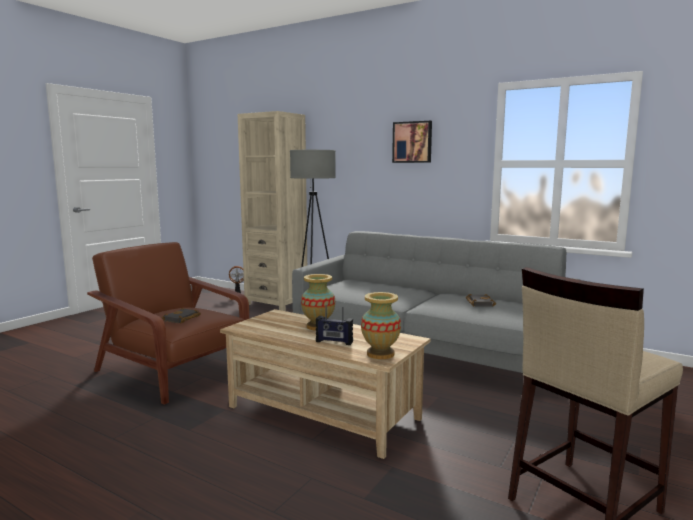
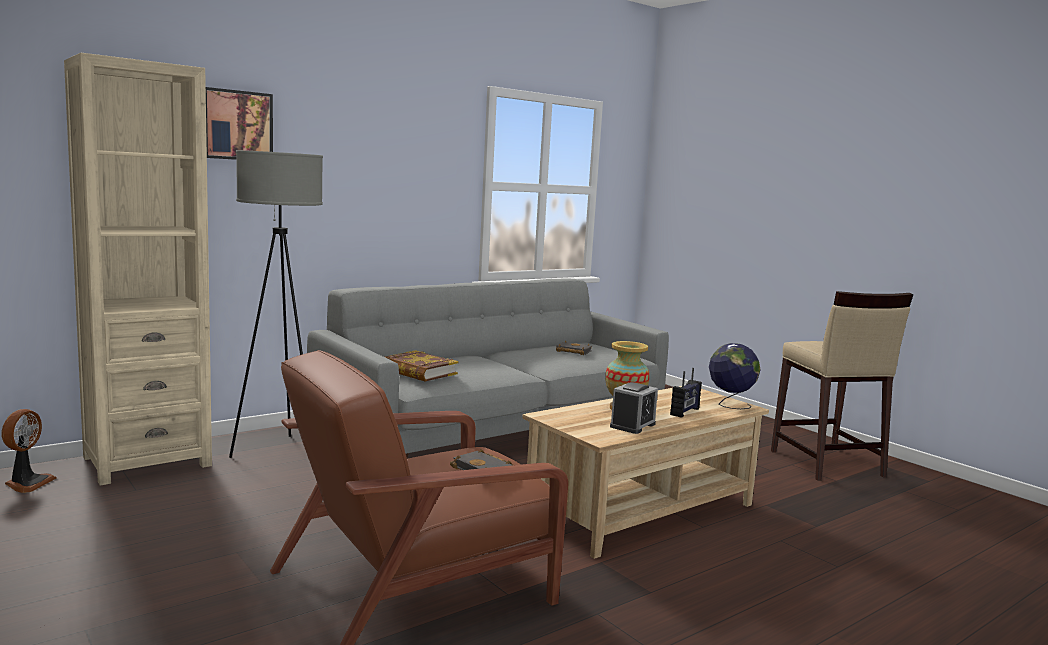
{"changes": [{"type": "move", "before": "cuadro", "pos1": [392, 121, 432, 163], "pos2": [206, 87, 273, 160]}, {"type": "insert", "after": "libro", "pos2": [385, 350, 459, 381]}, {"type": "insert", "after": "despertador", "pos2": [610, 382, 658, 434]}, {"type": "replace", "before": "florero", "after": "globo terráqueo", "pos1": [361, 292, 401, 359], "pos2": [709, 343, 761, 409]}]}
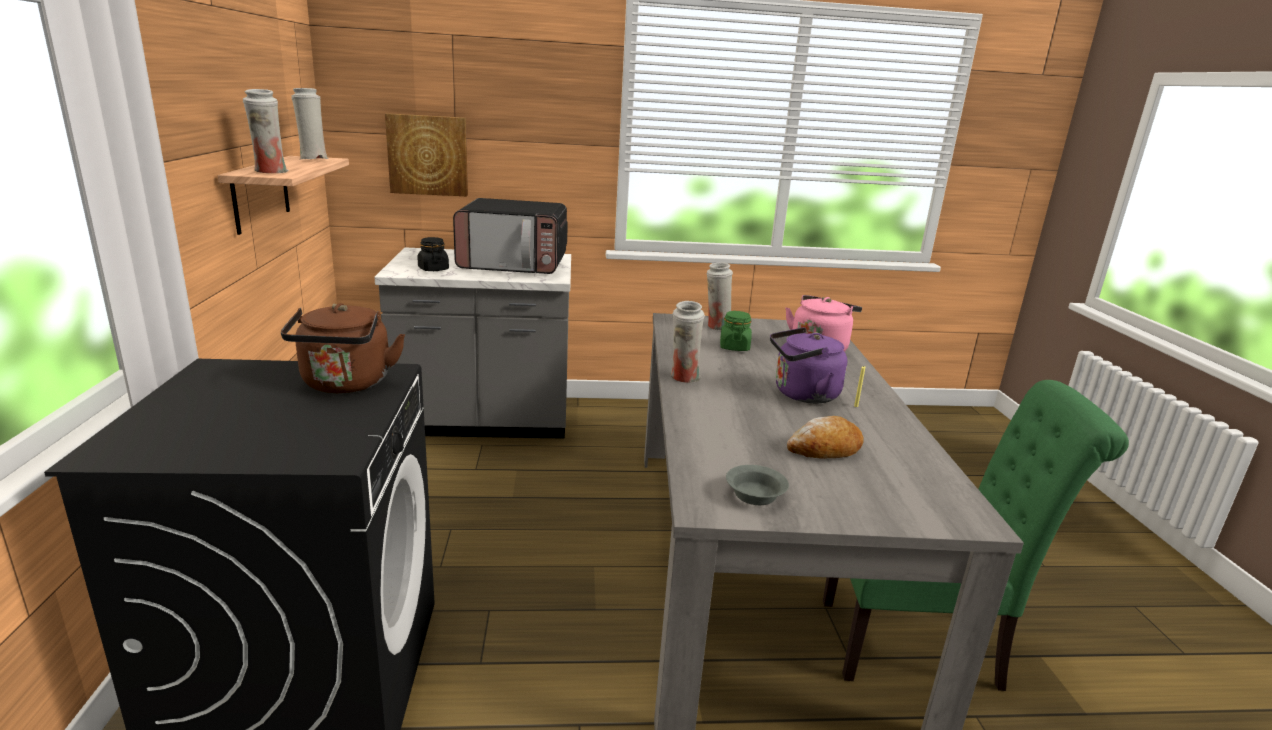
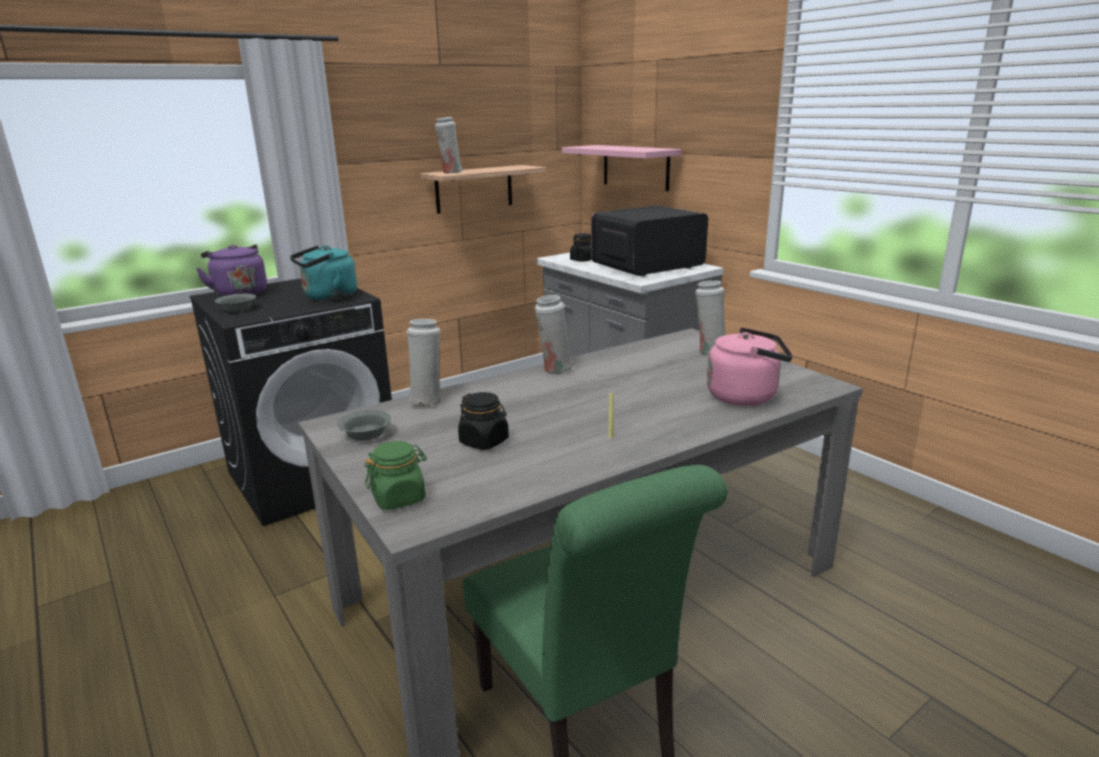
{"changes": [{"type": "move", "before": "hervidor/morado", "pos1": [770, 327, 848, 403], "pos2": [196, 244, 267, 297]}, {"type": "insert", "after": "cuenco/gris", "pos2": [215, 294, 256, 312]}, {"type": "recolor", "before": "hervidor/marrón", "after": "hervidor/turquesa", "pos1": [281, 303, 405, 393], "pos2": [290, 245, 357, 301]}, {"type": "move", "before": "tarro/verde", "pos1": [720, 311, 752, 351], "pos2": [365, 441, 427, 510]}, {"type": "move", "before": "florero/blanco", "pos1": [291, 88, 328, 159], "pos2": [406, 319, 441, 407]}, {"type": "replace", "before": "pan", "after": "tarro/negro", "pos1": [787, 416, 864, 459], "pos2": [458, 392, 509, 450]}, {"type": "replace", "before": "cuadro", "after": "estante/rosa", "pos1": [385, 113, 468, 196], "pos2": [562, 145, 682, 191]}, {"type": "rotate", "before": "microondas", "pos1": [453, 198, 568, 274], "pos2": [591, 205, 708, 276], "turn": 90}]}
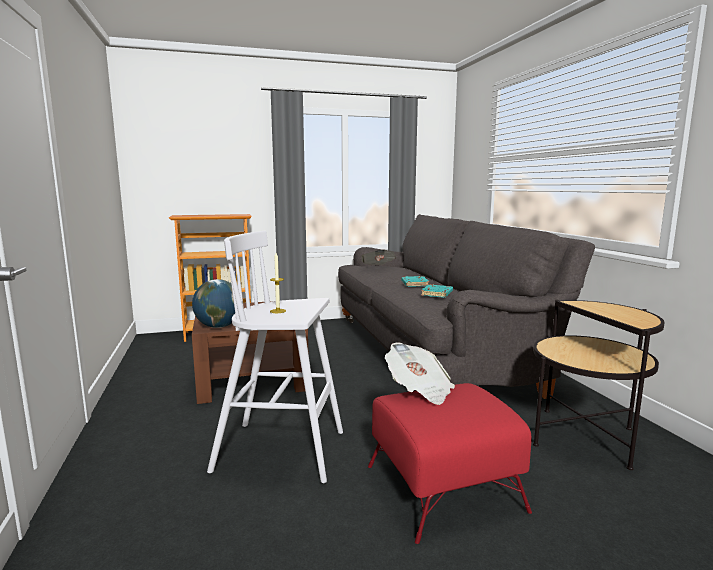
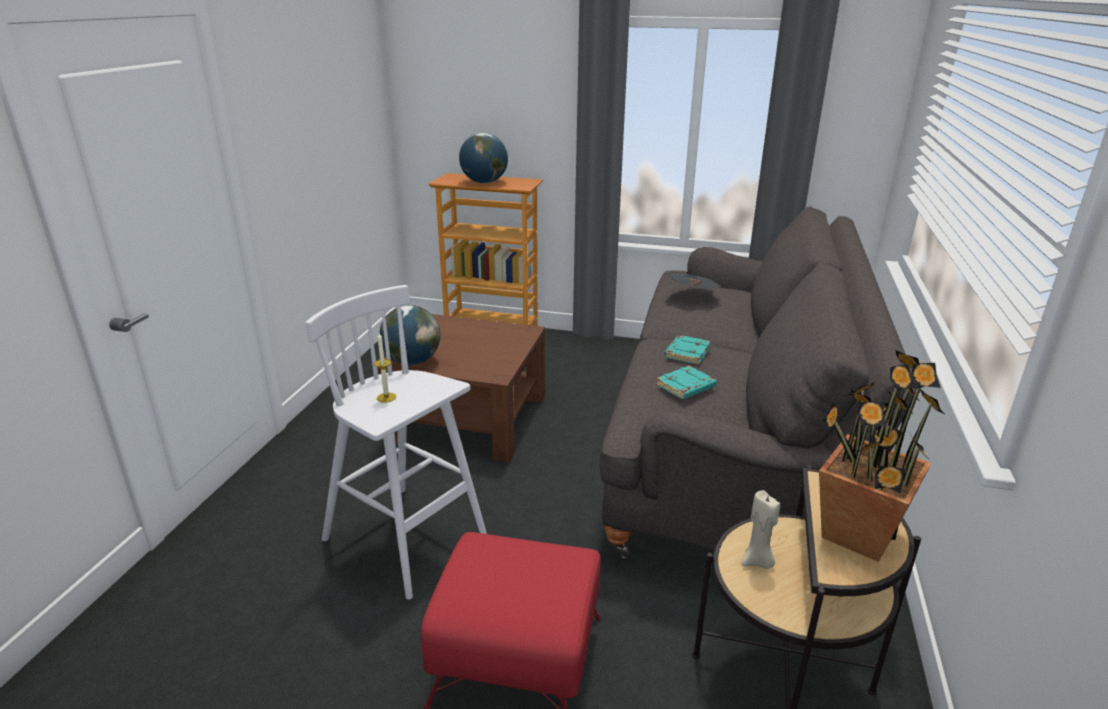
{"changes": [{"type": "insert", "after": "globo terráqueo", "pos2": [459, 133, 508, 183]}, {"type": "insert", "after": "vela/beis", "pos2": [742, 490, 780, 569]}, {"type": "insert", "after": "planta en maceta", "pos2": [819, 350, 944, 562]}, {"type": "delete", "before": "periódico", "pos1": [385, 342, 455, 405]}]}
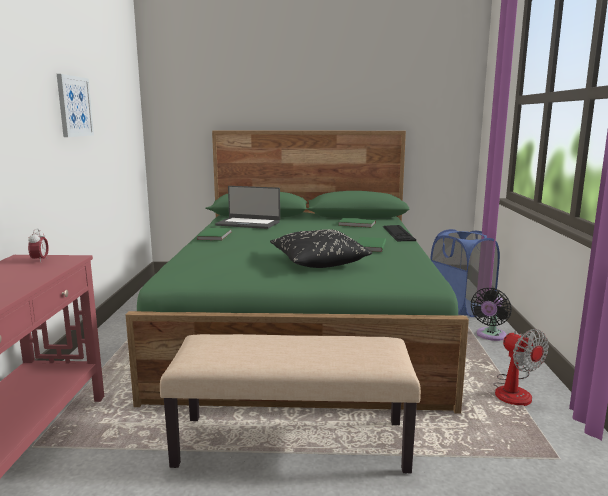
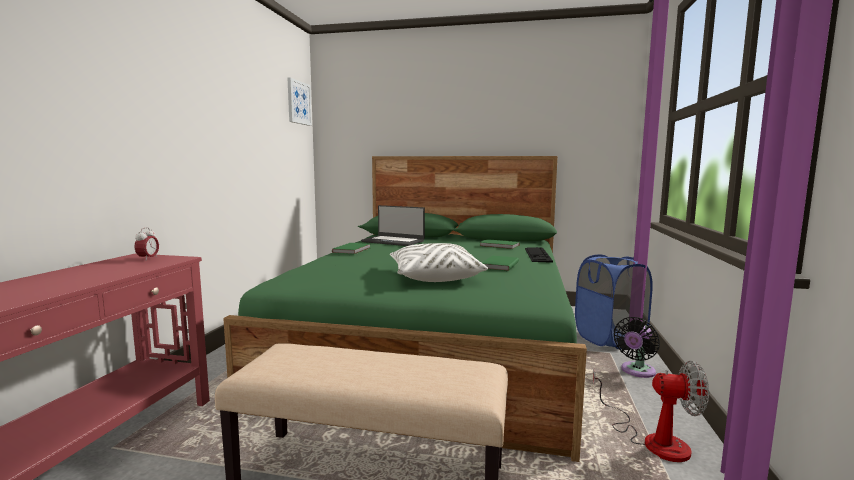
{"changes": [{"type": "move", "before": "cuadro", "pos1": [57, 74, 94, 137], "pos2": [287, 77, 312, 126]}, {"type": "recolor", "before": "cojín/negro", "after": "cojín/blanco", "pos1": [270, 229, 372, 268], "pos2": [390, 243, 488, 282]}, {"type": "rotate", "before": "ventilador", "pos1": [493, 329, 549, 406], "pos2": [593, 361, 709, 462], "turn": -60}]}
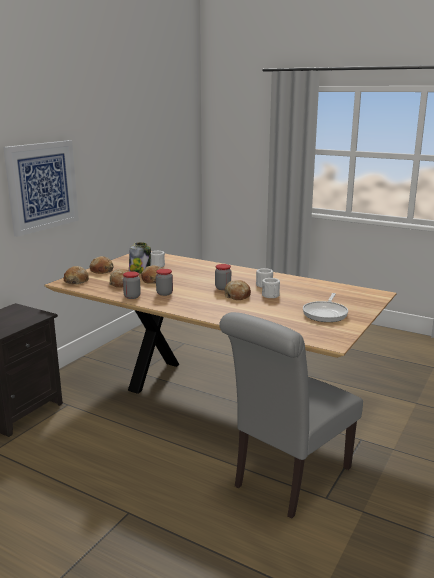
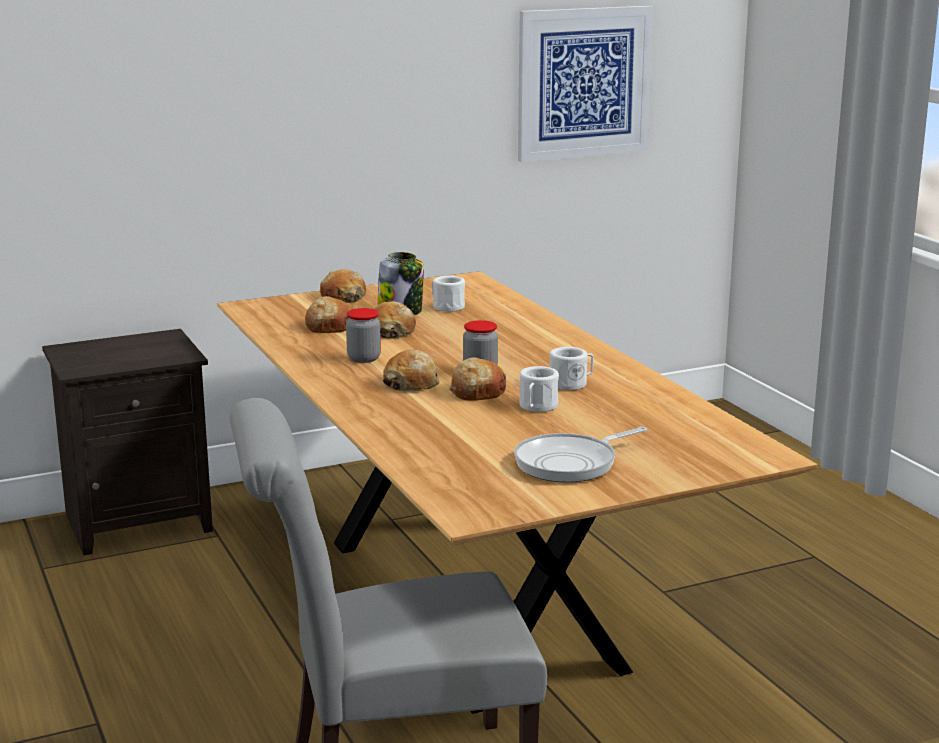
{"changes": [{"type": "move", "before": "pan", "pos1": [64, 266, 89, 284], "pos2": [383, 350, 440, 391]}, {"type": "move", "before": "cuadro", "pos1": [3, 140, 79, 237], "pos2": [518, 6, 653, 162]}, {"type": "delete", "before": "tarro", "pos1": [123, 271, 141, 299]}]}
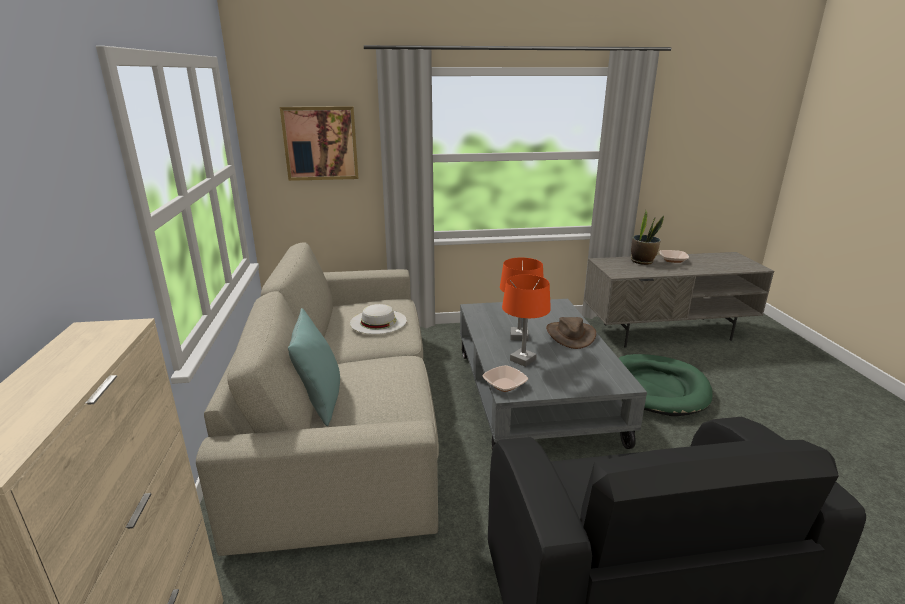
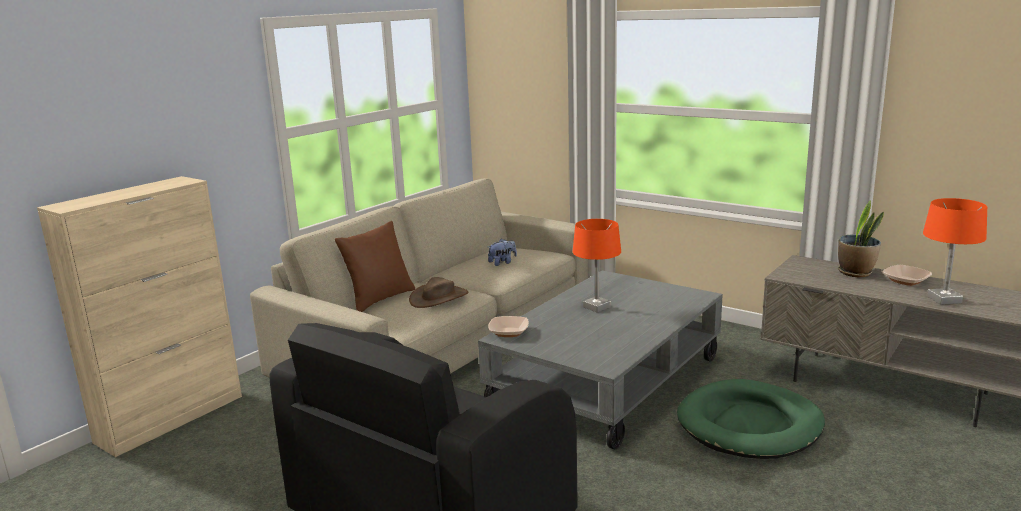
{"changes": [{"type": "recolor", "before": "cojín/turquesa", "after": "cojín/marrón", "pos1": [288, 308, 340, 426], "pos2": [335, 221, 415, 312]}, {"type": "move", "before": "sombrero/marrón", "pos1": [546, 317, 596, 349], "pos2": [409, 277, 468, 308]}, {"type": "replace", "before": "sombrero/blanco", "after": "peluche", "pos1": [350, 304, 407, 334], "pos2": [488, 239, 517, 266]}, {"type": "move", "before": "lámpara de mesa/naranja", "pos1": [502, 274, 551, 367], "pos2": [923, 198, 987, 305]}, {"type": "delete", "before": "cuadro", "pos1": [280, 106, 358, 181]}]}
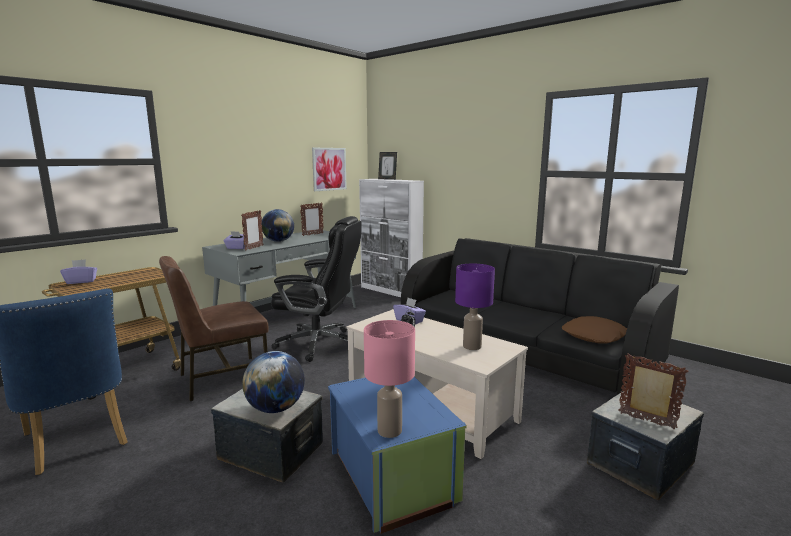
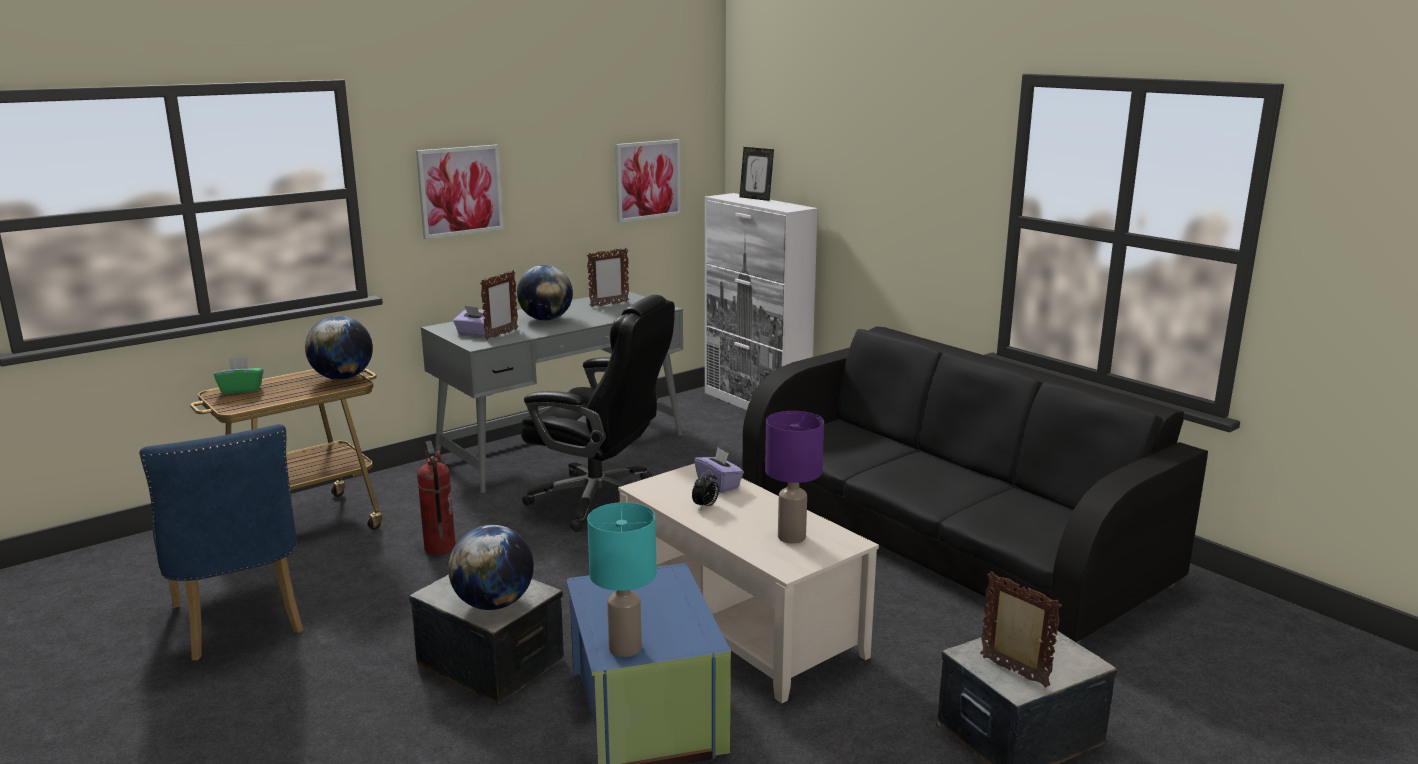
{"changes": [{"type": "recolor", "before": "caja de pañuelos/morado", "after": "caja de pañuelos/verde", "pos1": [60, 259, 97, 284], "pos2": [214, 357, 264, 394]}, {"type": "insert", "after": "globo terráqueo", "pos2": [305, 316, 373, 380]}, {"type": "insert", "after": "cuadro", "pos2": [416, 145, 504, 239]}, {"type": "replace", "before": "silla/marrón", "after": "extintor", "pos1": [159, 256, 269, 401], "pos2": [417, 441, 456, 555]}, {"type": "recolor", "before": "lámpara de mesa/rosa", "after": "lámpara de mesa/turquesa", "pos1": [364, 320, 415, 438], "pos2": [587, 502, 656, 657]}, {"type": "delete", "before": "cojín/marrón", "pos1": [562, 316, 627, 344]}]}
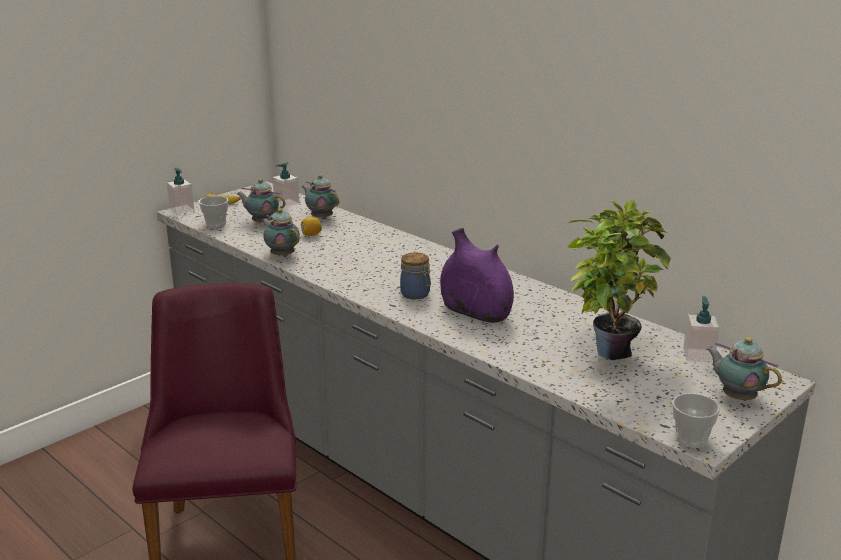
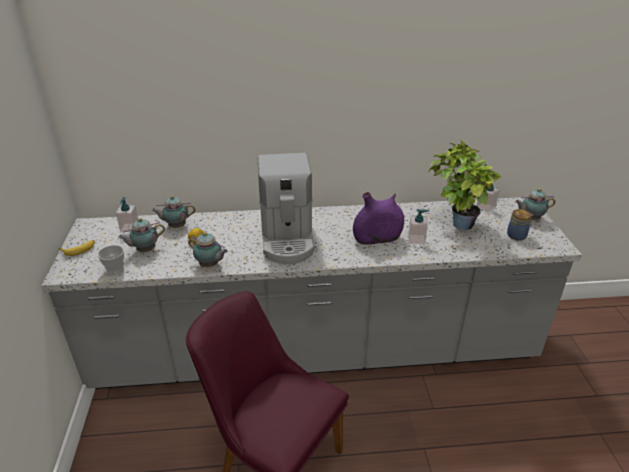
{"changes": [{"type": "rotate", "before": "tetera", "pos1": [261, 208, 300, 257], "pos2": [188, 232, 228, 267], "turn": -150}, {"type": "insert", "after": "cafetera", "pos2": [258, 153, 315, 264]}, {"type": "move", "before": "dispensador de jabón", "pos1": [166, 168, 194, 214], "pos2": [408, 209, 429, 244]}, {"type": "move", "before": "tarro", "pos1": [400, 253, 431, 299], "pos2": [507, 209, 533, 240]}, {"type": "delete", "before": "taza", "pos1": [673, 393, 720, 448]}]}
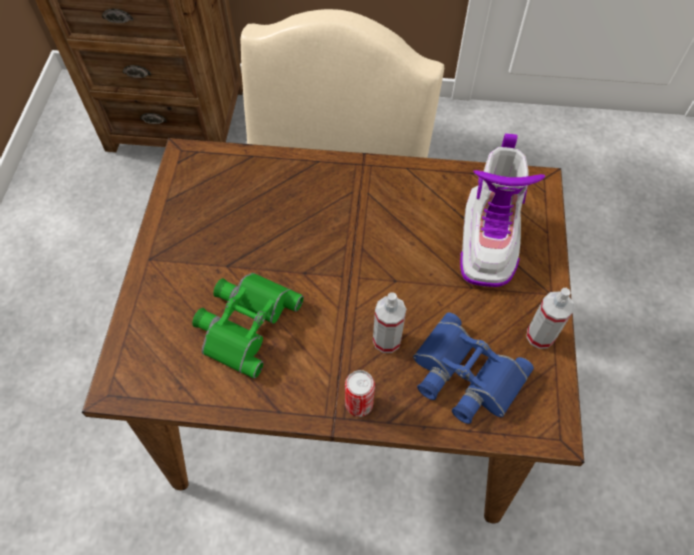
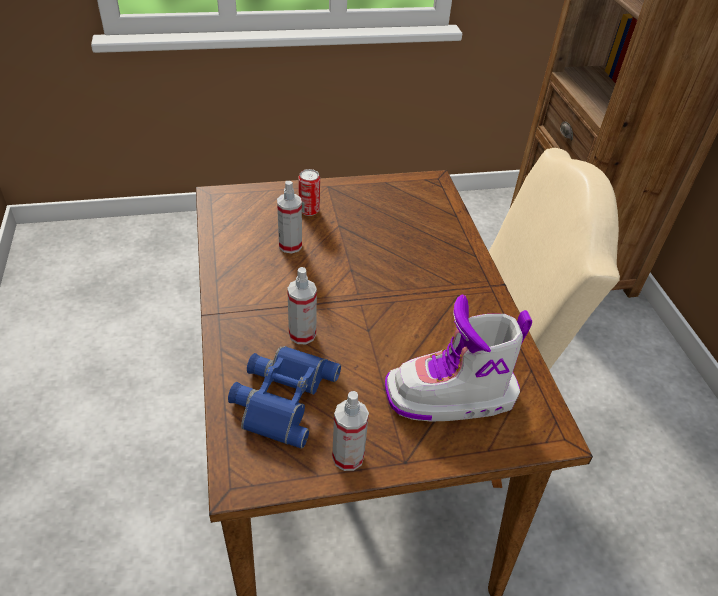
{"changes": [{"type": "replace", "before": "prismáticos/verde", "after": "pulverizador", "pos1": [192, 273, 304, 379], "pos2": [277, 181, 302, 253]}, {"type": "move", "before": "lata", "pos1": [345, 370, 375, 417], "pos2": [298, 169, 320, 216]}]}
